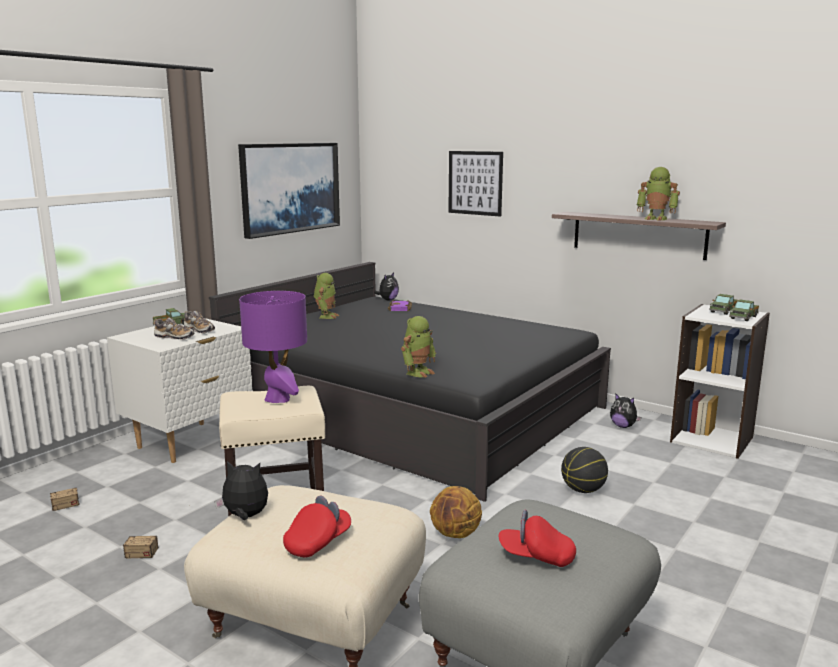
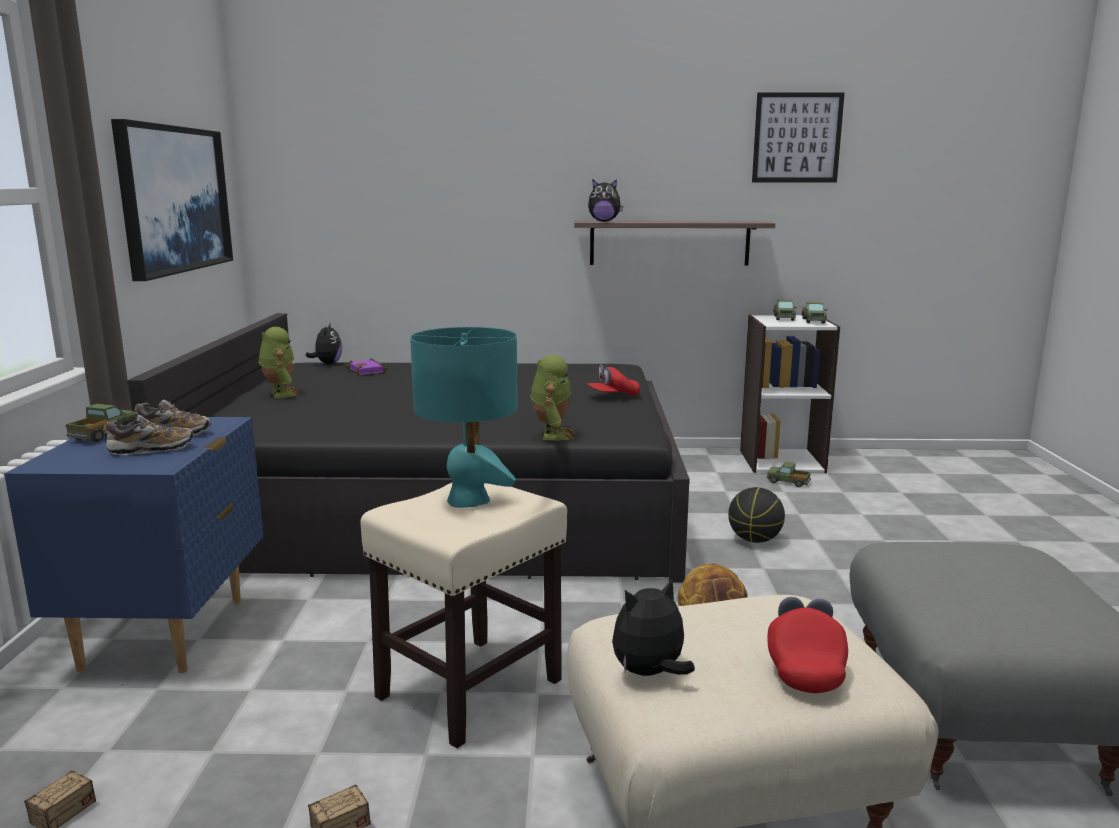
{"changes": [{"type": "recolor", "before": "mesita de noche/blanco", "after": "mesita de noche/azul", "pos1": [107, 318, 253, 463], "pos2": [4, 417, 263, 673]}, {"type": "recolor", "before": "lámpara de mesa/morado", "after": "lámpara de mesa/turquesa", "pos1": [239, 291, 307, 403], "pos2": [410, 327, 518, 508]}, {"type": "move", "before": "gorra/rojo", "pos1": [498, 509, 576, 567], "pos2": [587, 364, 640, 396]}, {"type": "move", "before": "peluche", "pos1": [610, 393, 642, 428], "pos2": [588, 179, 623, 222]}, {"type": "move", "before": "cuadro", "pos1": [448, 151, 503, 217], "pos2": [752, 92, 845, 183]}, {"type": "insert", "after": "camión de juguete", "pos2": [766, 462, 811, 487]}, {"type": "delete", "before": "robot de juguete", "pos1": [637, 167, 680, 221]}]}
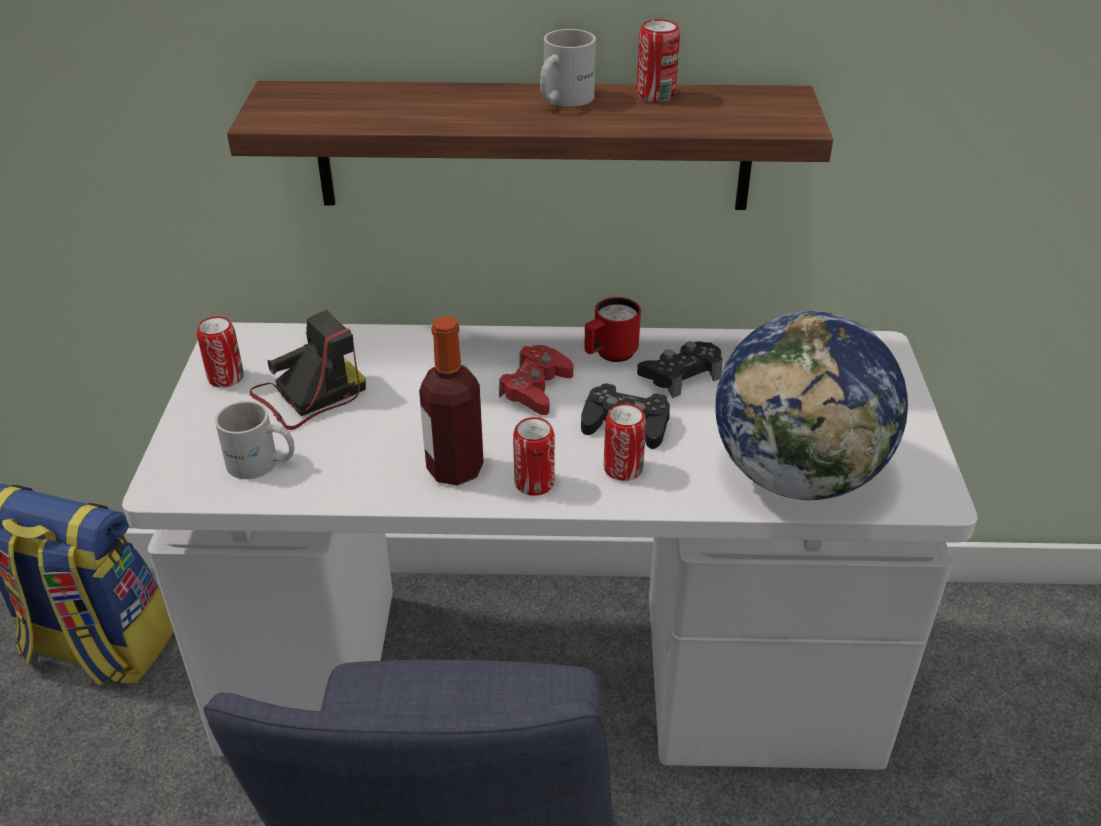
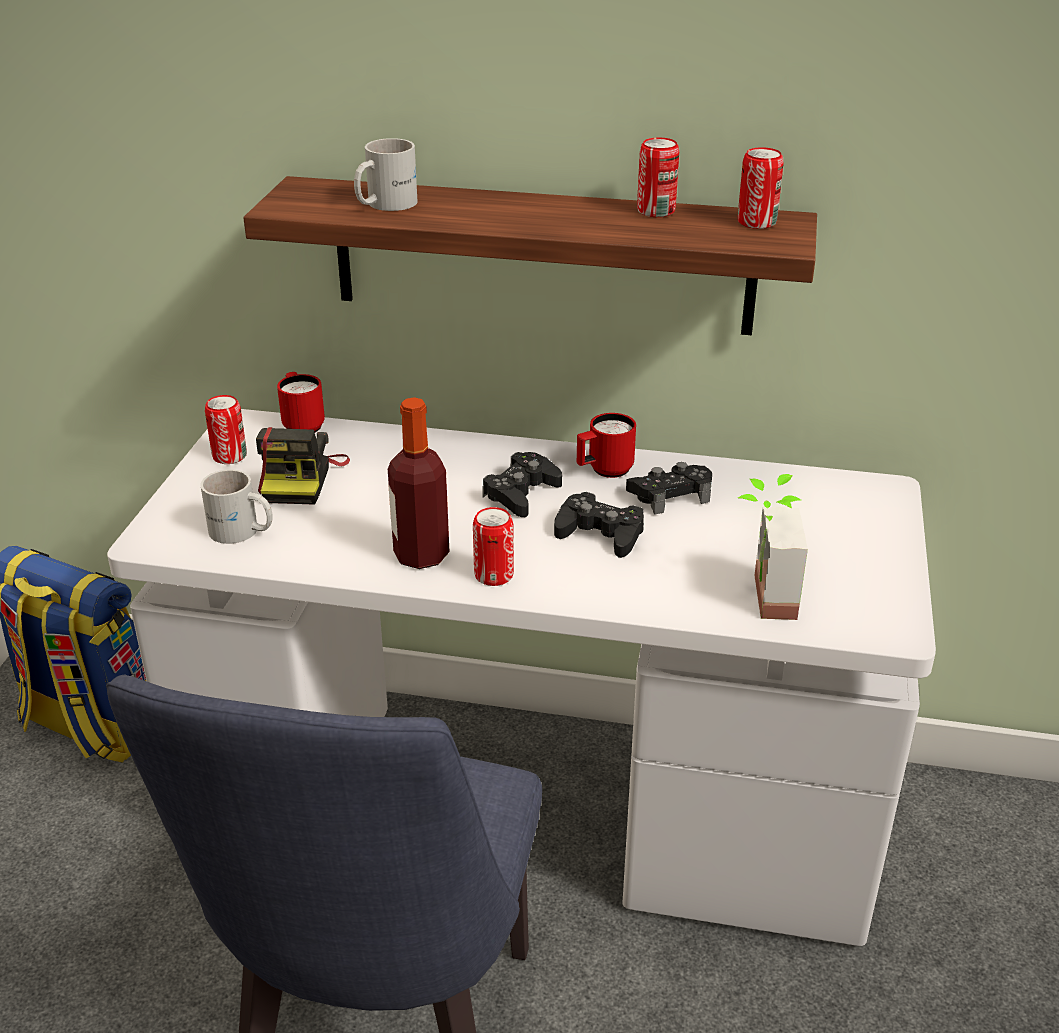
{"changes": [{"type": "rotate", "before": "cámara", "pos1": [249, 310, 366, 430], "pos2": [256, 427, 350, 505], "turn": 120}, {"type": "insert", "after": "taza grande/rojo", "pos2": [277, 372, 325, 433]}, {"type": "move", "before": "taza grande/blanco", "pos1": [540, 29, 596, 107], "pos2": [354, 138, 418, 211]}, {"type": "recolor", "before": "mando de consola/rojo", "after": "mando de consola/negro", "pos1": [499, 345, 573, 415], "pos2": [482, 452, 562, 517]}, {"type": "move", "before": "lata", "pos1": [604, 404, 646, 481], "pos2": [738, 147, 784, 229]}, {"type": "replace", "before": "globo terráqueo", "after": "planta en maceta", "pos1": [715, 311, 908, 500], "pos2": [738, 474, 808, 620]}]}
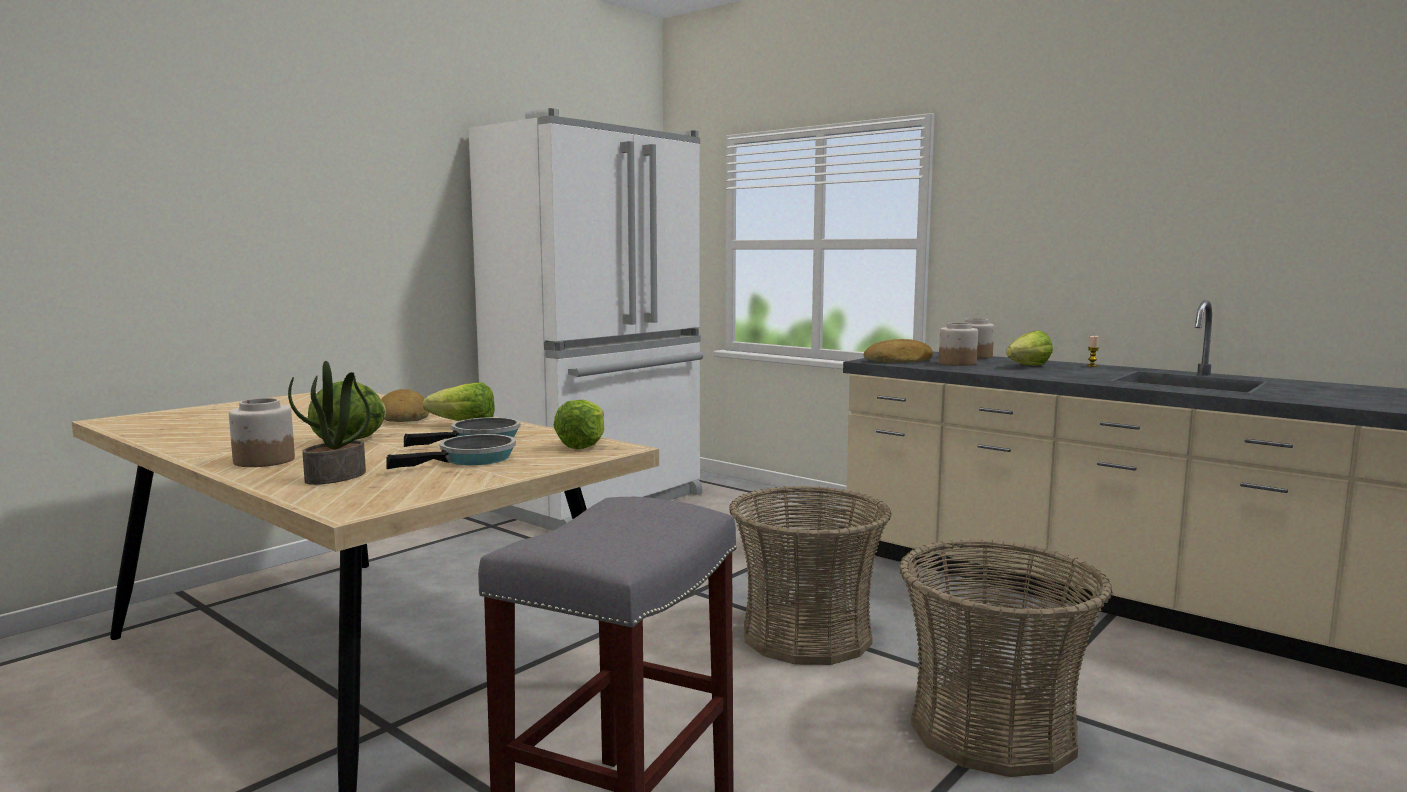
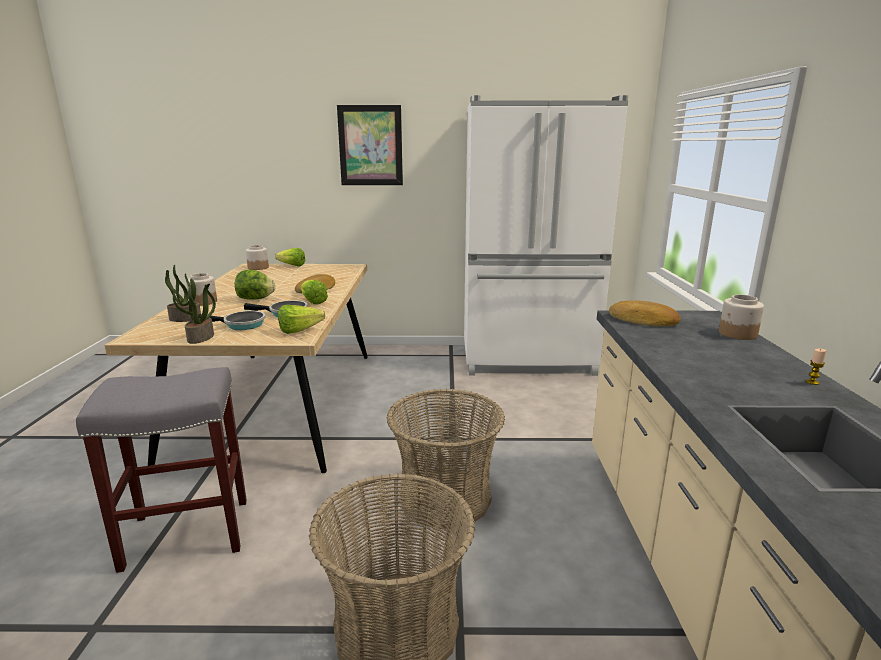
{"changes": [{"type": "insert", "after": "planta en maceta", "pos2": [173, 279, 216, 344]}, {"type": "move", "before": "tarro", "pos1": [939, 322, 978, 366], "pos2": [246, 245, 269, 270]}, {"type": "move", "before": "lechuga", "pos1": [1006, 330, 1053, 366], "pos2": [275, 248, 305, 267]}, {"type": "insert", "after": "cuadro", "pos2": [337, 105, 403, 185]}]}
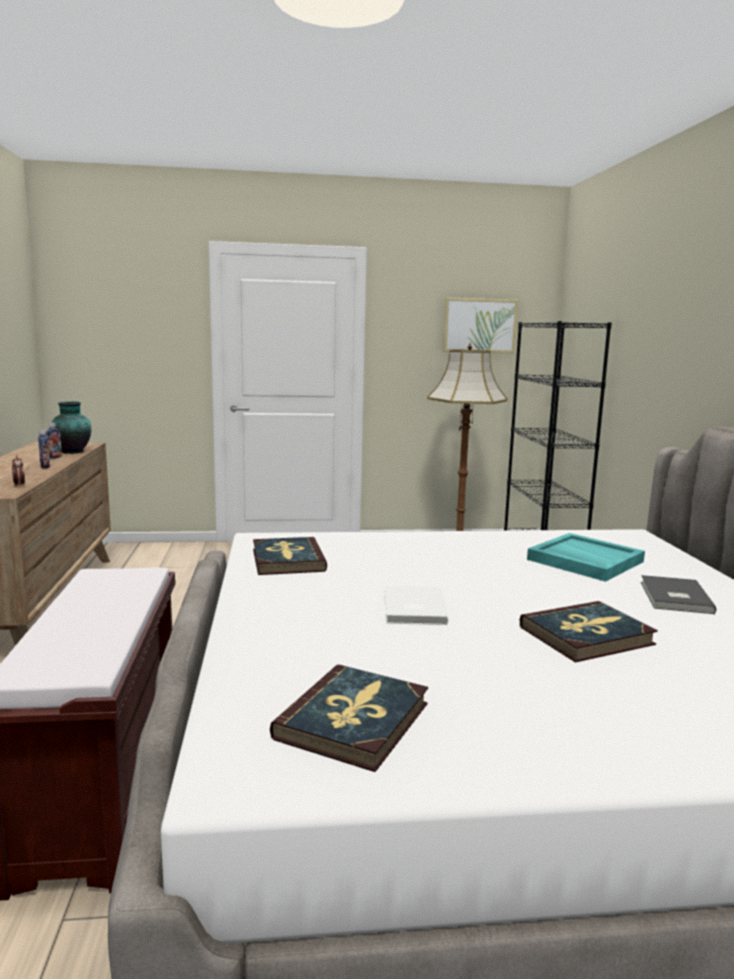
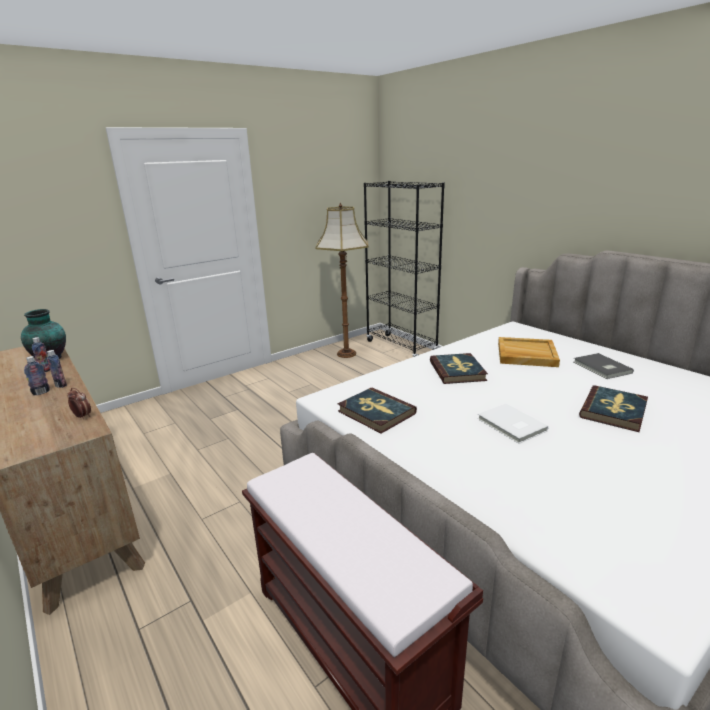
{"changes": [{"type": "insert", "after": "botella", "pos2": [24, 356, 50, 395]}, {"type": "move", "before": "libro", "pos1": [270, 665, 428, 772], "pos2": [430, 353, 488, 384]}, {"type": "recolor", "before": "bandeja/turquesa", "after": "bandeja/beis", "pos1": [527, 533, 645, 582], "pos2": [498, 337, 560, 367]}, {"type": "delete", "before": "cuadro", "pos1": [443, 297, 518, 353]}]}
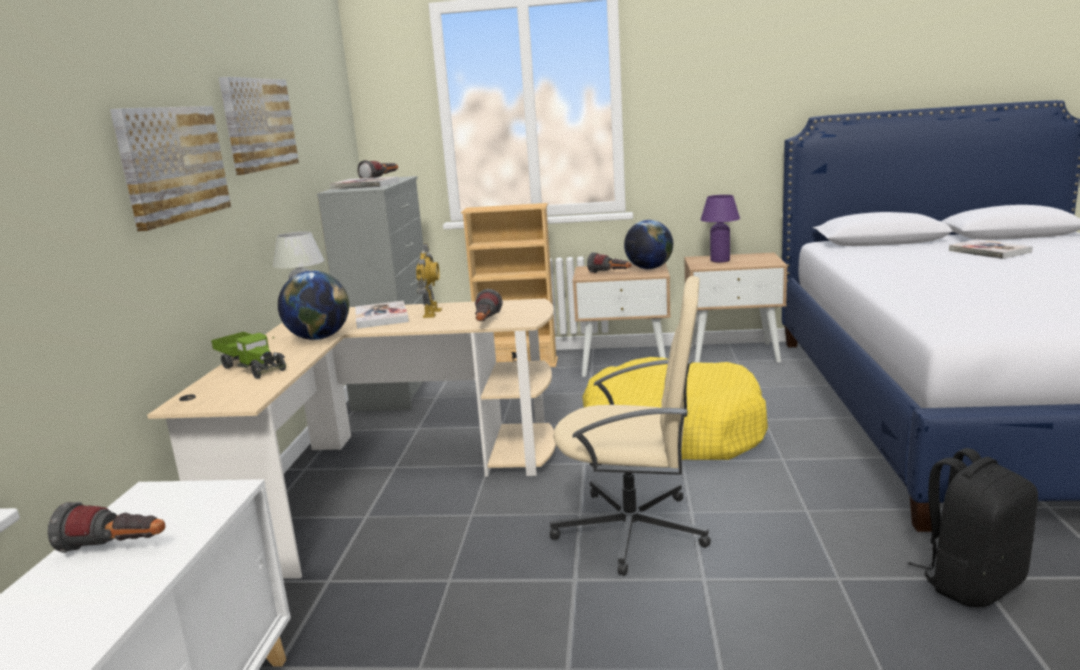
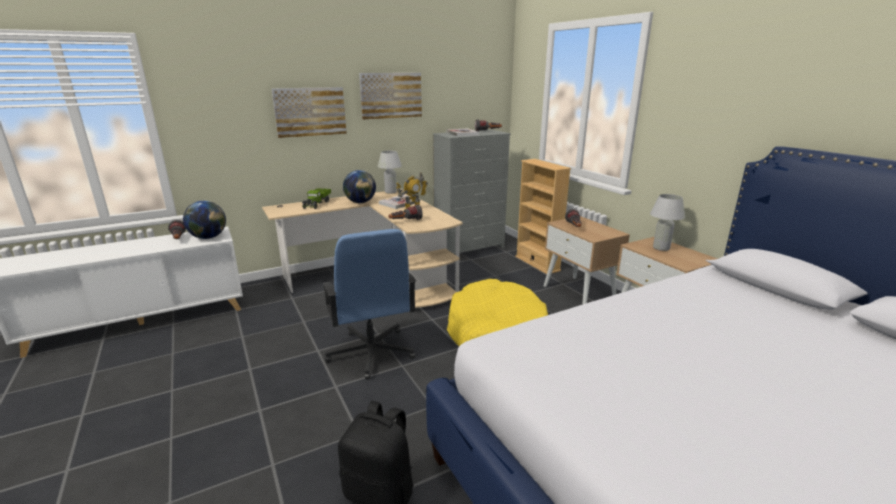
{"changes": [{"type": "move", "before": "globo terráqueo", "pos1": [624, 220, 673, 269], "pos2": [183, 201, 226, 239]}, {"type": "recolor", "before": "silla de oficina/beis", "after": "silla de oficina/azul", "pos1": [550, 276, 711, 576], "pos2": [322, 229, 416, 380]}, {"type": "recolor", "before": "lámpara de mesa/morado", "after": "lámpara de mesa/blanco", "pos1": [701, 195, 740, 263], "pos2": [650, 194, 685, 251]}, {"type": "delete", "before": "libro", "pos1": [949, 239, 1033, 259]}]}
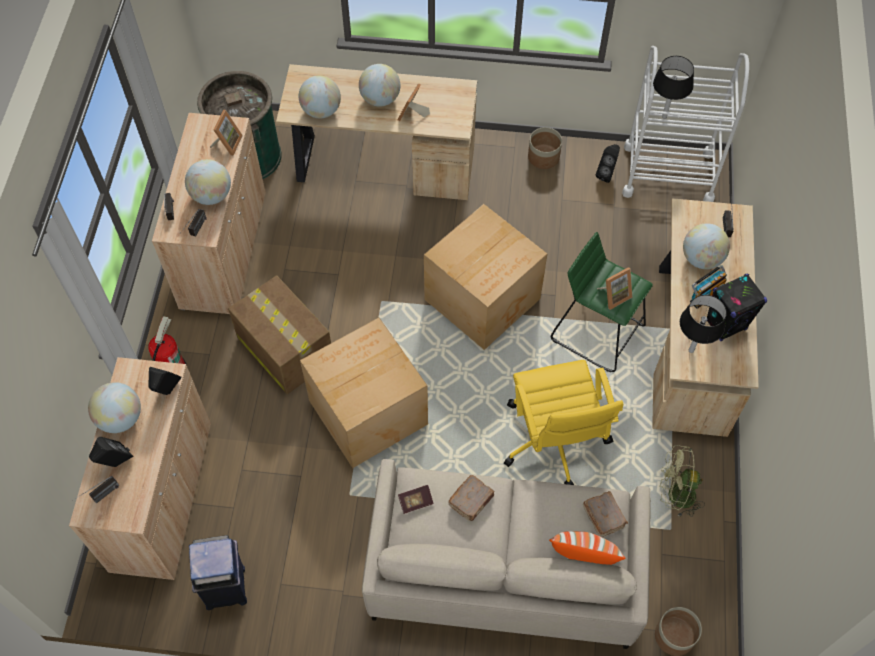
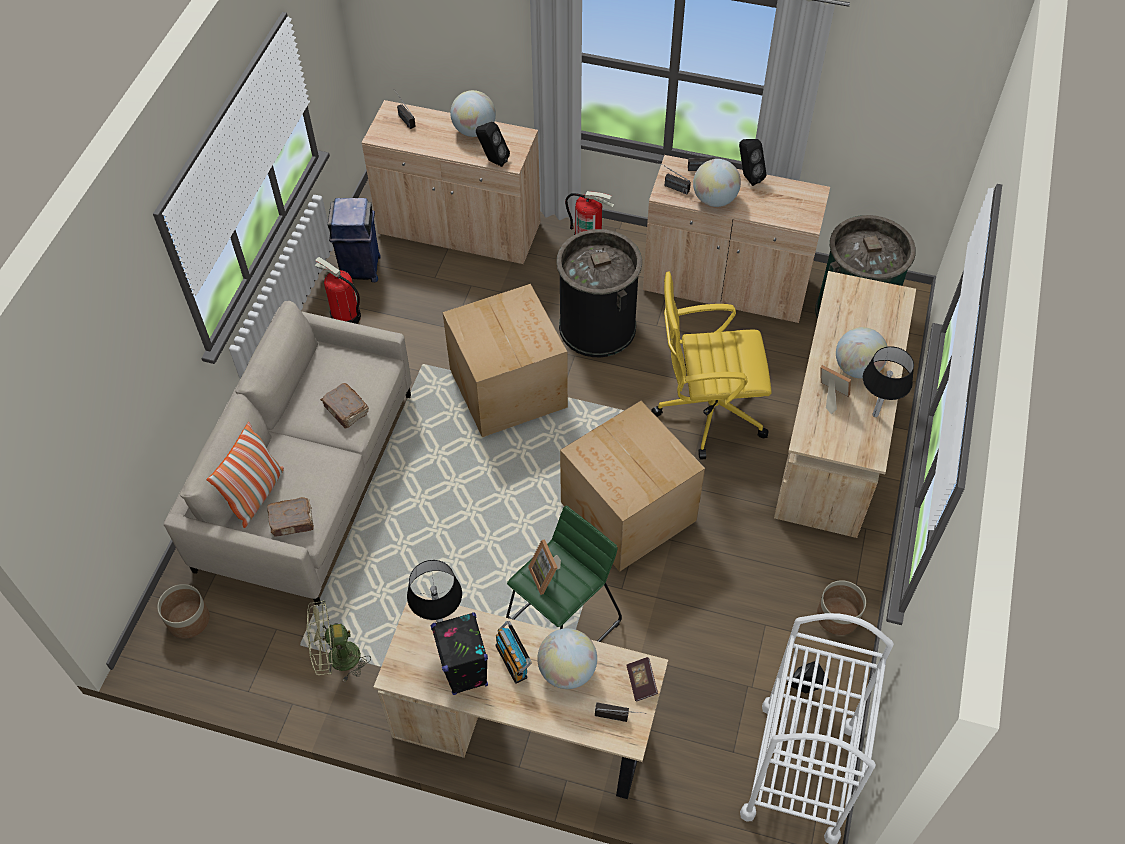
{"changes": [{"type": "rotate", "before": "ventilador/verde", "pos1": [659, 445, 705, 517], "pos2": [307, 600, 371, 681], "turn": -120}, {"type": "insert", "after": "extintor", "pos2": [315, 257, 361, 324]}, {"type": "replace", "before": "caja de cartón", "after": "papelera/negro", "pos1": [228, 275, 331, 394], "pos2": [556, 229, 642, 357]}, {"type": "move", "before": "libro", "pos1": [398, 485, 434, 514], "pos2": [626, 657, 658, 702]}, {"type": "move", "before": "silla de oficina/amarillo", "pos1": [504, 360, 623, 485], "pos2": [651, 271, 772, 460]}, {"type": "move", "before": "altavoz/negro", "pos1": [89, 437, 133, 467], "pos2": [739, 139, 767, 186]}, {"type": "move", "before": "lámpara de mesa/negro", "pos1": [653, 56, 694, 119], "pos2": [863, 346, 914, 417]}, {"type": "delete", "before": "portarretratos", "pos1": [210, 110, 243, 156]}, {"type": "delete", "before": "globo terráqueo", "pos1": [299, 75, 341, 118]}]}
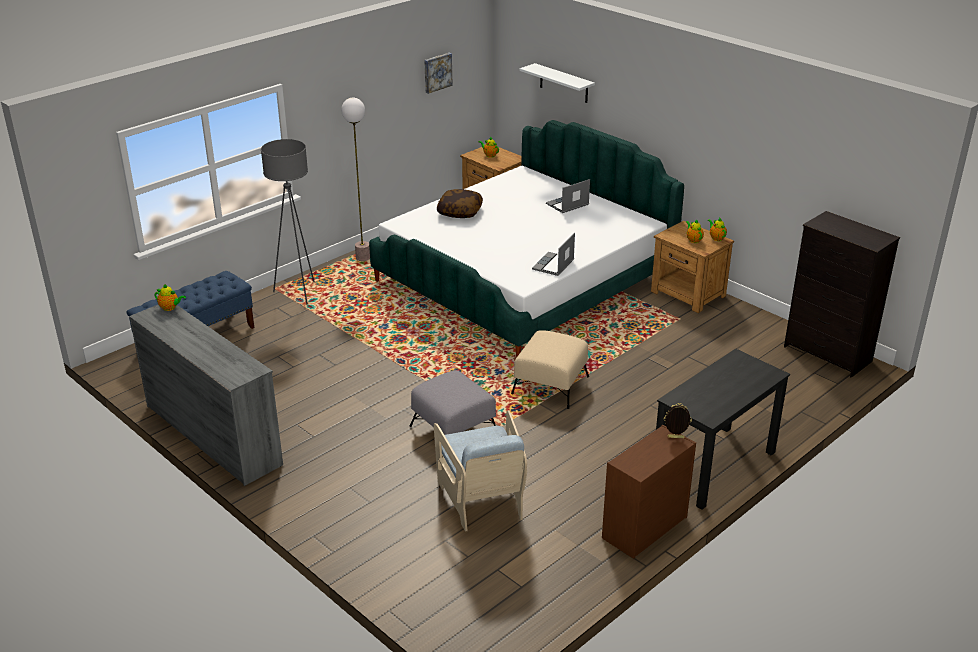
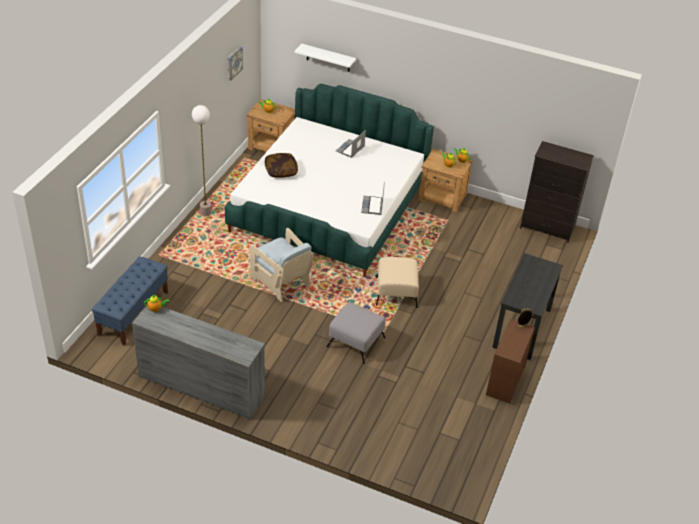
{"changes": [{"type": "move", "before": "sillón/beis", "pos1": [434, 410, 527, 532], "pos2": [249, 228, 313, 302]}, {"type": "delete", "before": "lámpara de pie/gris", "pos1": [261, 139, 315, 304]}]}
